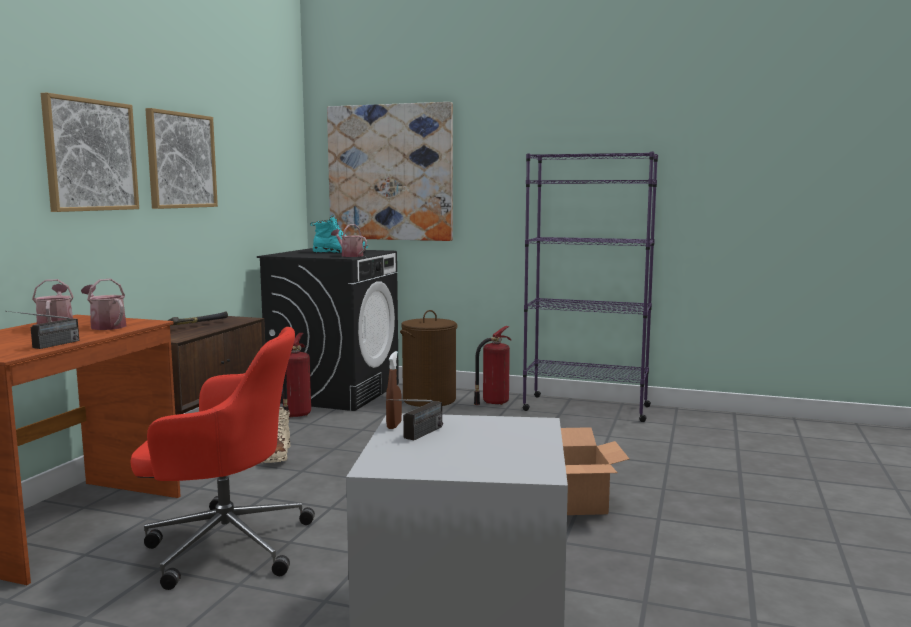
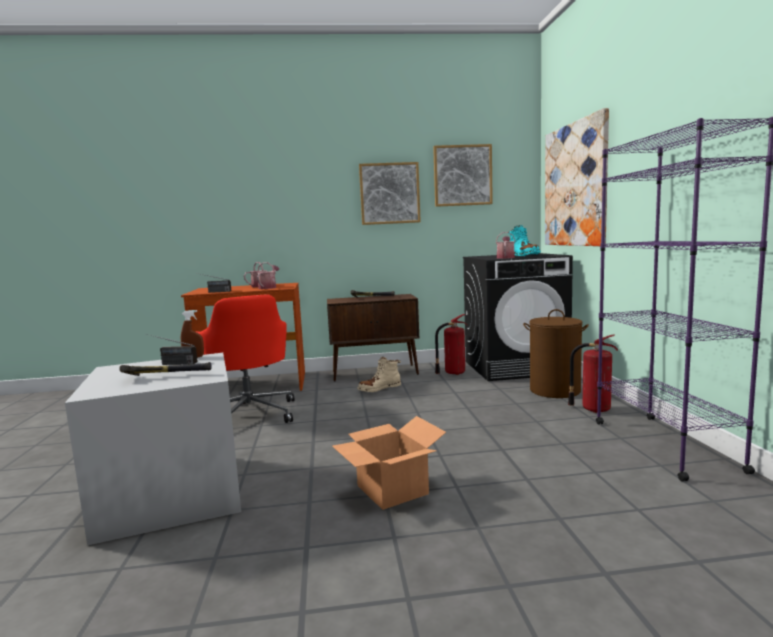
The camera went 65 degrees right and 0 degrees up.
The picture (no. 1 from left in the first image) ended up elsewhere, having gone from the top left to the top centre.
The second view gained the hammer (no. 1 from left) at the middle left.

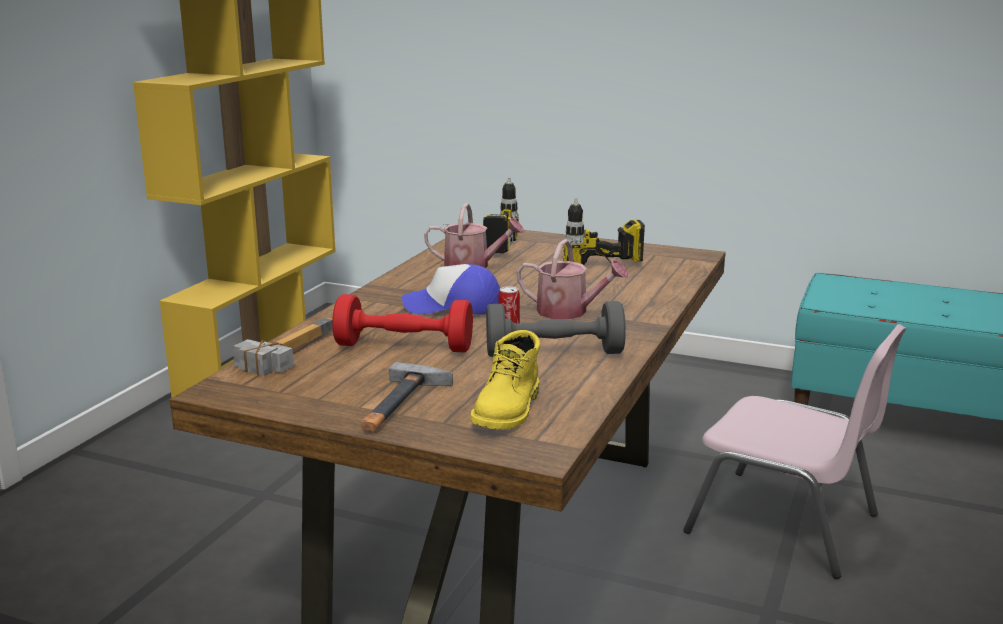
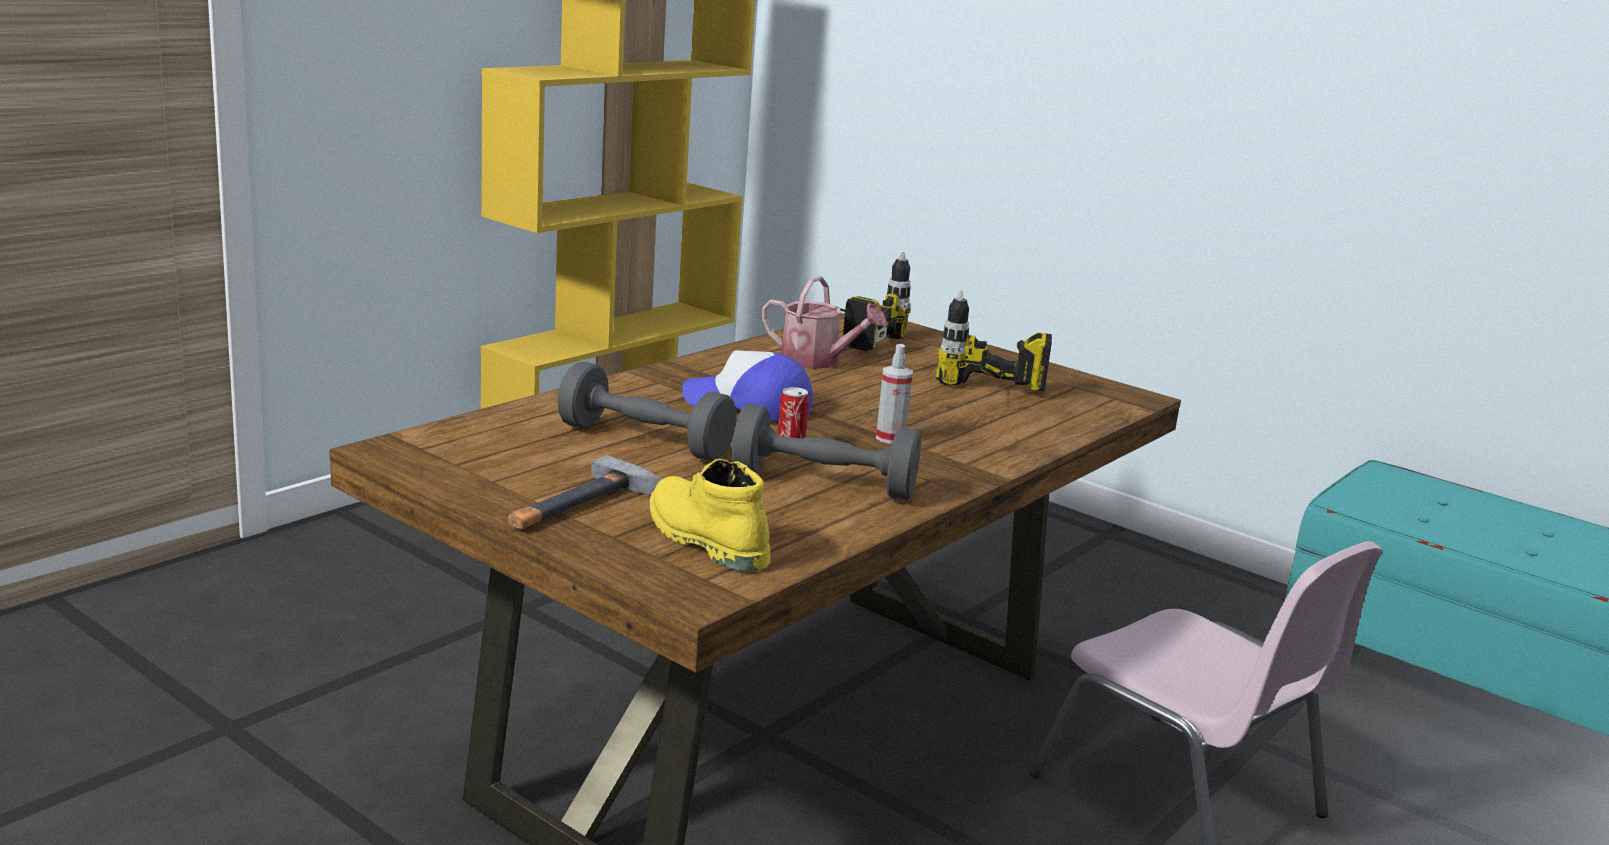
The camera went 15 degrees right and 0 degrees up.
The second view lost the hammer (no. 1 from left) at the middle left.
What was the red dumbbell at the centre turned into the grey dumbbell (no. 1 from left) at the centre.
The yellow boot at the centre ended up facing another way, 105 degrees clockwise from before.
Where the watering can (no. 2 from left) stood at the centre, the spray bottle came to stand at the centre.

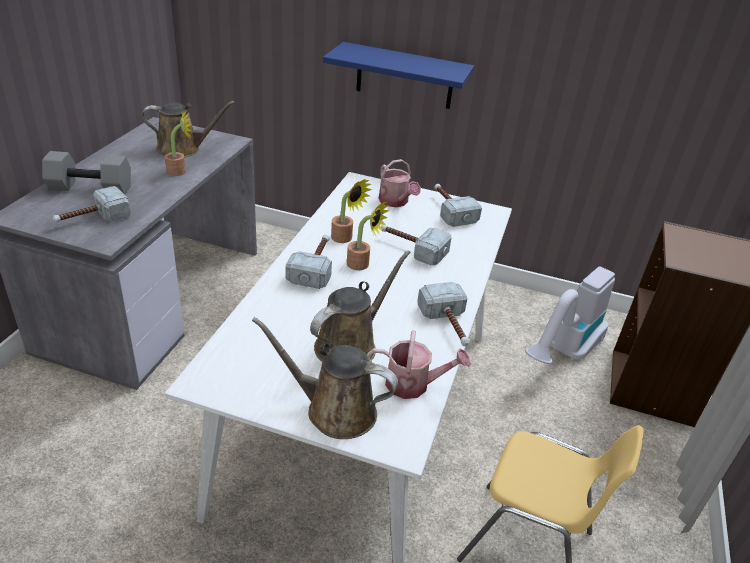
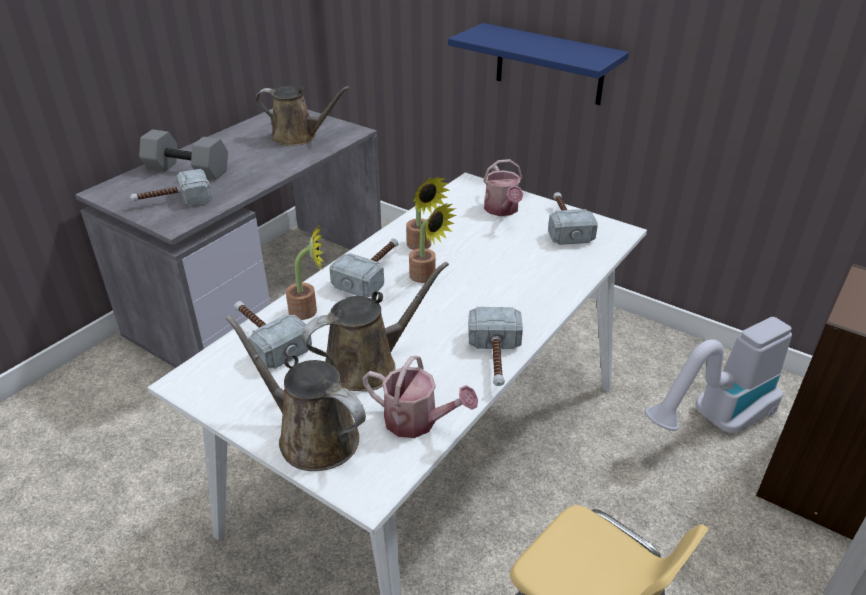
The camera went 20 degrees right and 0 degrees up.
The potted plant (no. 1 from left) ended up elsewhere, having gone from the top left to the centre.
The hammer (no. 3 from left in the first image) ended up elsewhere, having gone from the centre to the middle left.

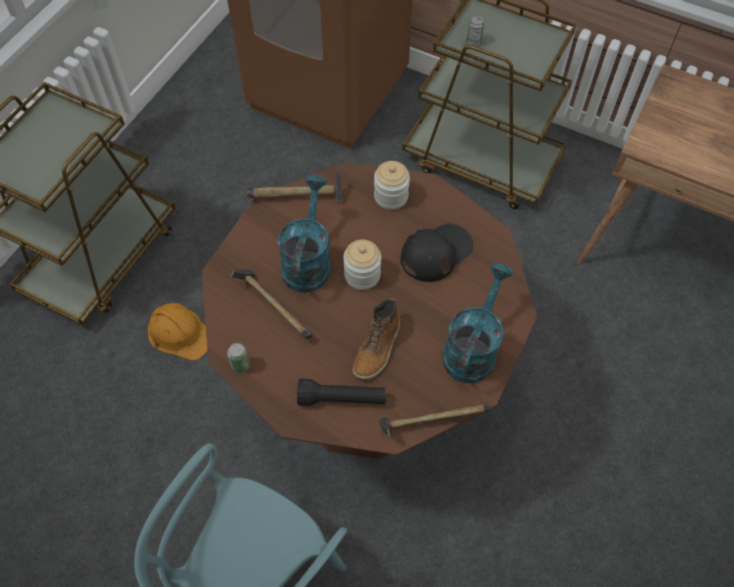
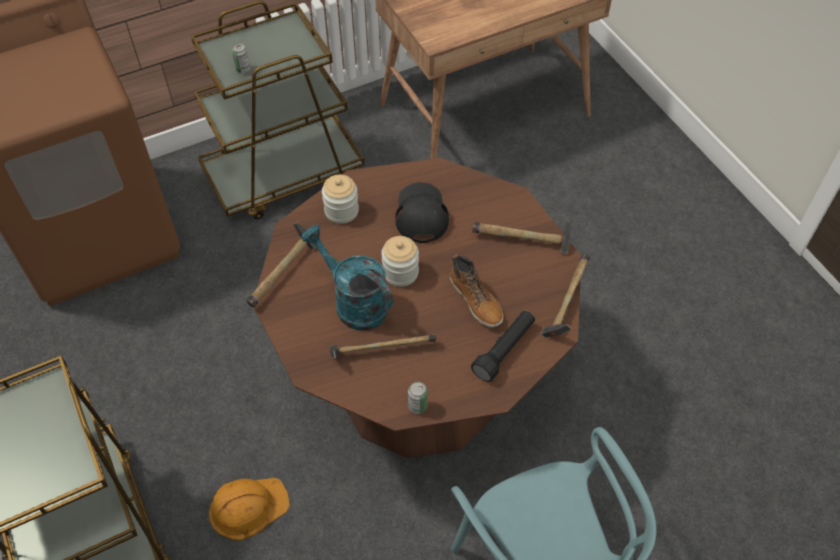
The camera went 55 degrees left and 5 degrees down.
Where the turquoise watering can (no. 2 from left) stood at the centre, the hammer (no. 3 from left) came to stand at the centre.

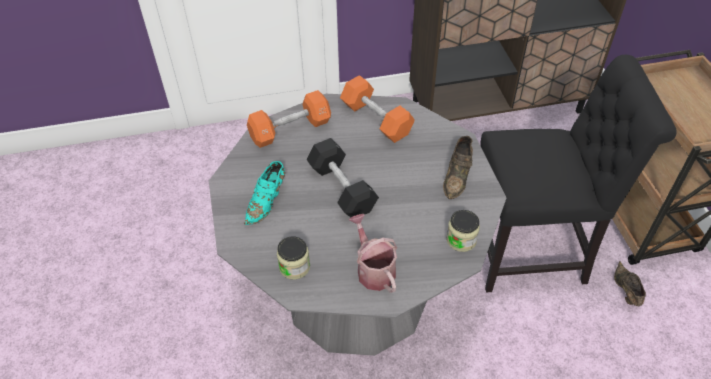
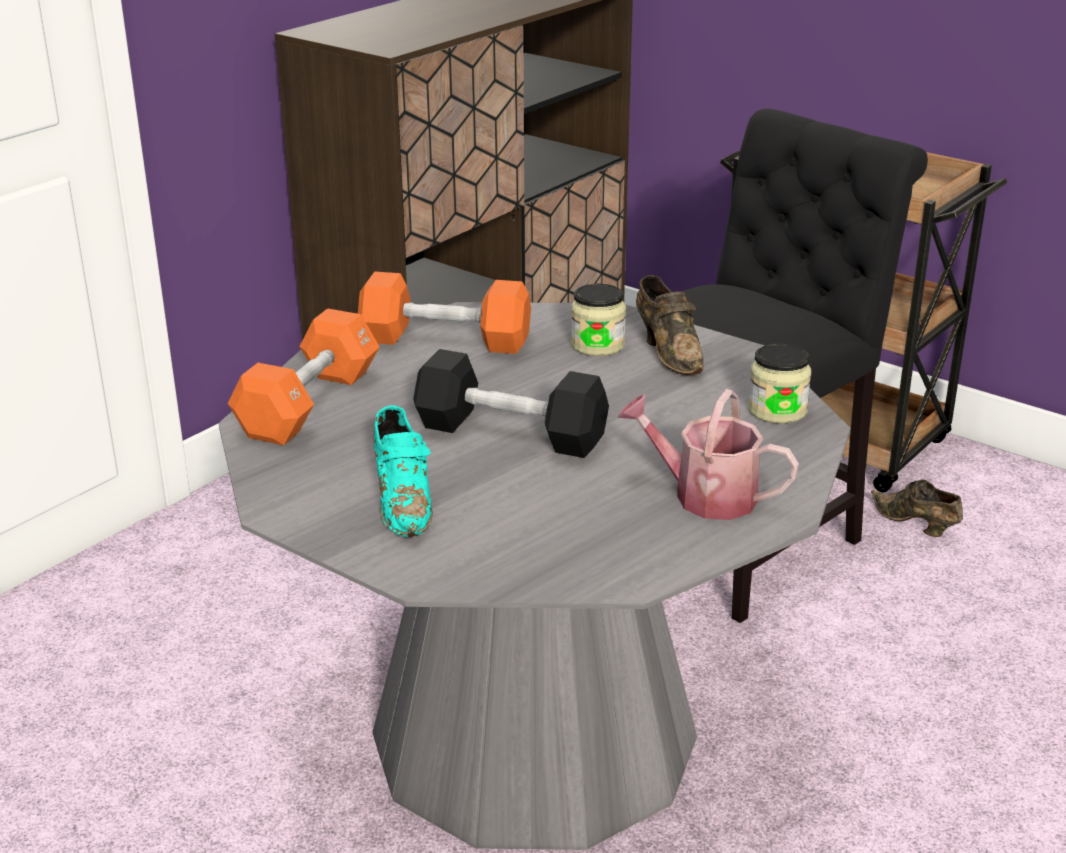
The camera went 40 degrees left and 20 degrees down.
The jar (no. 1 from left) ended up elsewhere, having gone from the bottom centre to the centre.

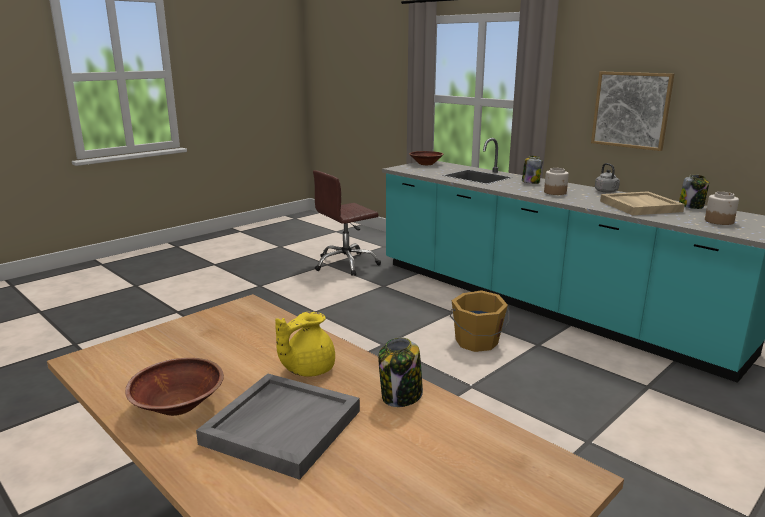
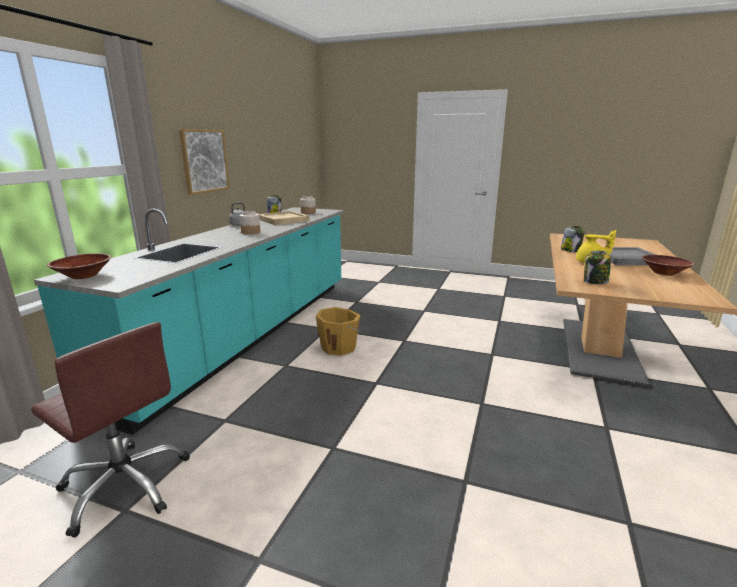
The camera went 115 degrees left and 0 degrees up.
The jar (no. 2 from left in the first image) ended up elsewhere, having gone from the top right to the middle right.

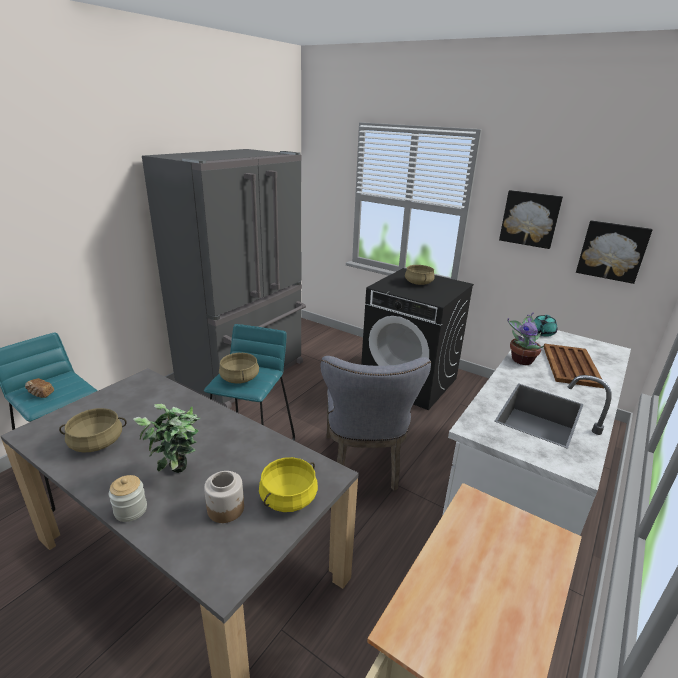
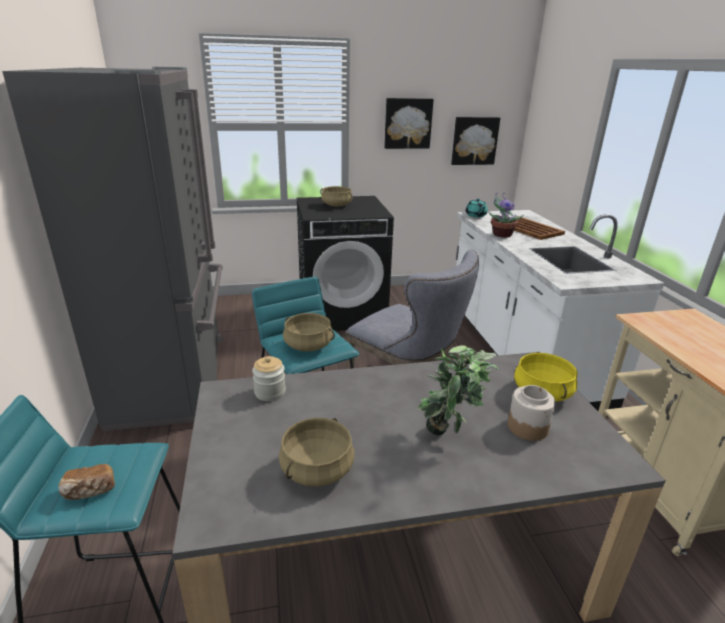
The camera went 45 degrees left and 0 degrees up.
The jar (no. 1 from left) ended up elsewhere, having gone from the bottom left to the centre.

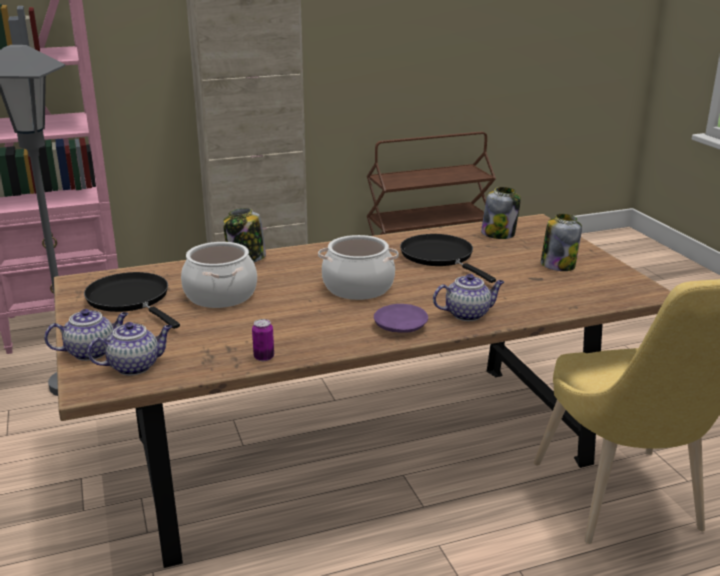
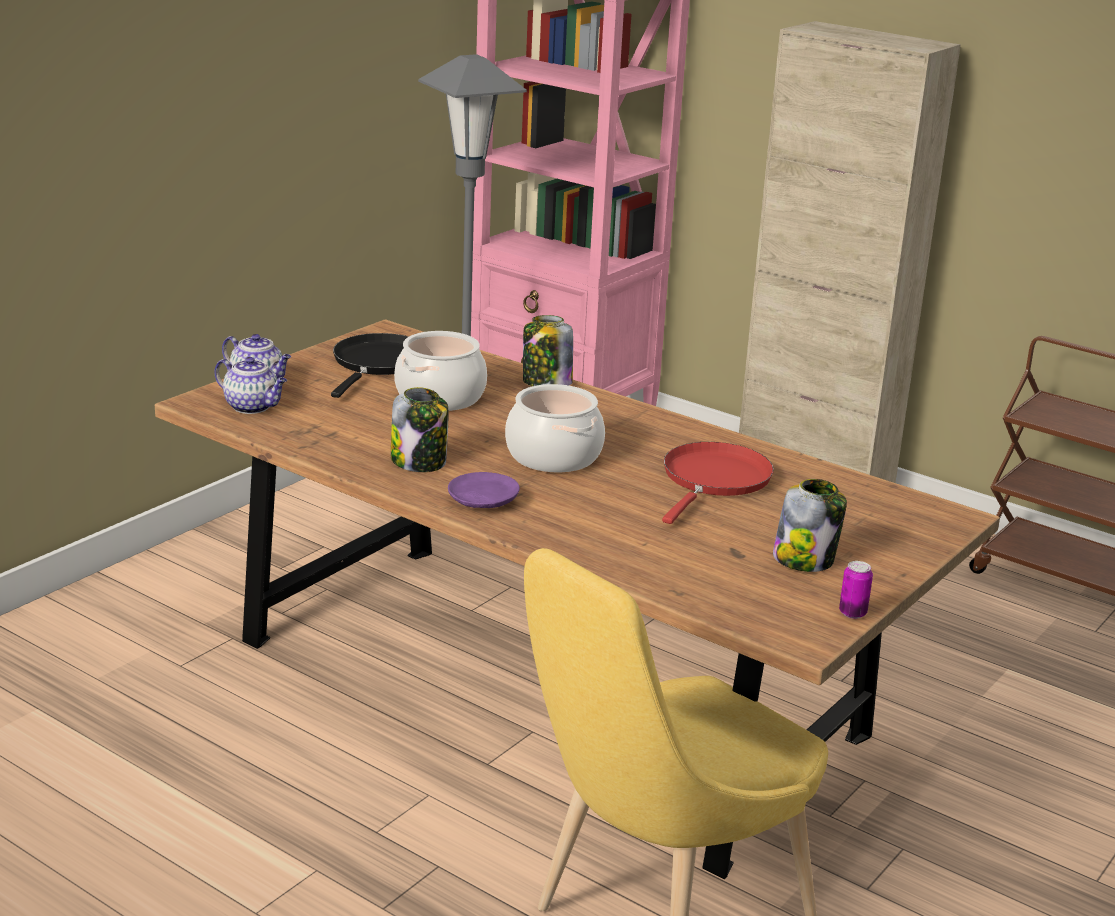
The camera went 55 degrees right and 0 degrees up.
The can ended up elsewhere, having gone from the centre to the middle right.
What was the black frying pan (no. 2 from left) at the centre turned into the red frying pan at the centre.
The second view lost the teapot (no. 3 from left) at the centre.
The jar (no. 2 from left in the first image) ended up elsewhere, having gone from the middle right to the centre.

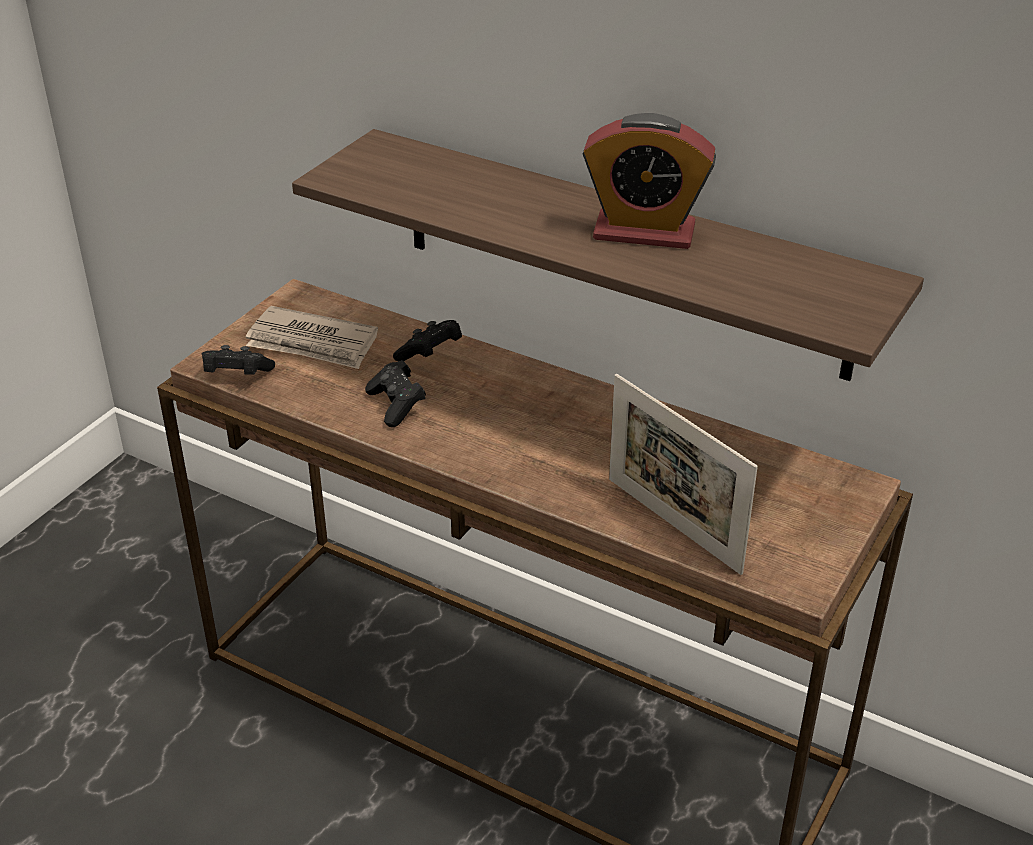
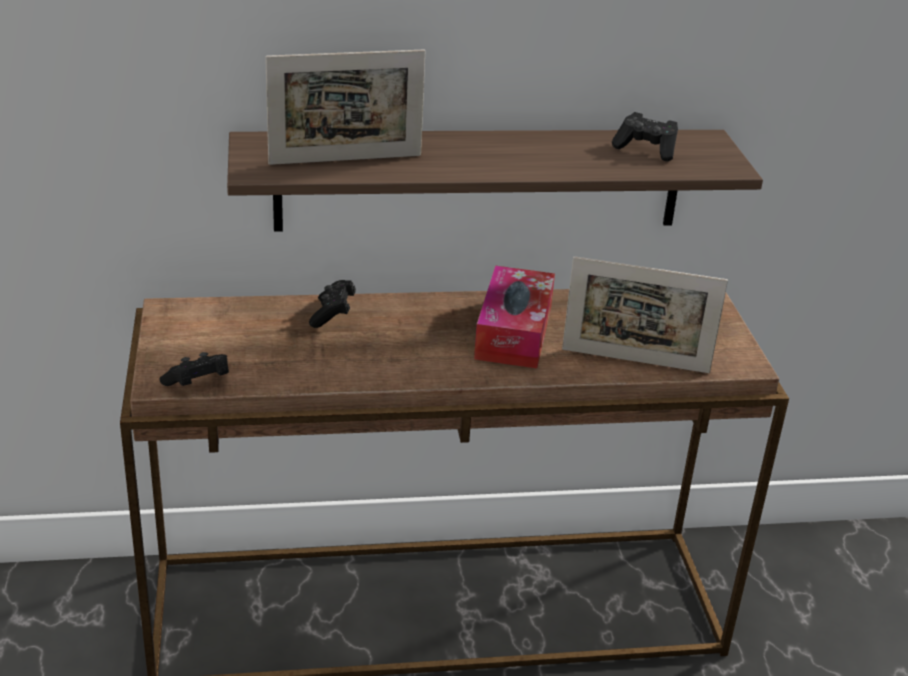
The camera went 40 degrees left and 5 degrees down.
The second view lost the newspaper at the middle left.
The black game controller (no. 2 from left in the first image) ended up elsewhere, having gone from the centre to the top right.
The second view lost the alarm clock at the top centre.
The second view gained the picture frame (no. 1 from left) at the top centre.
The second view gained the tissue box at the centre.

